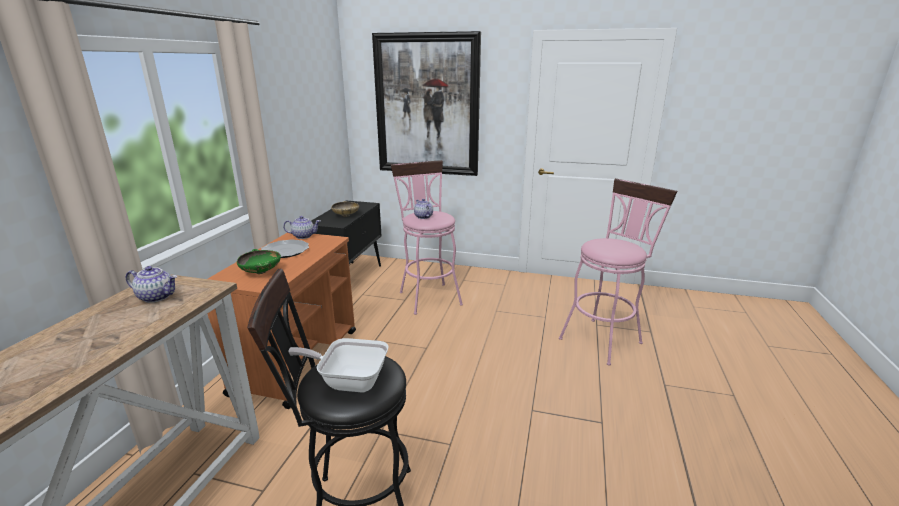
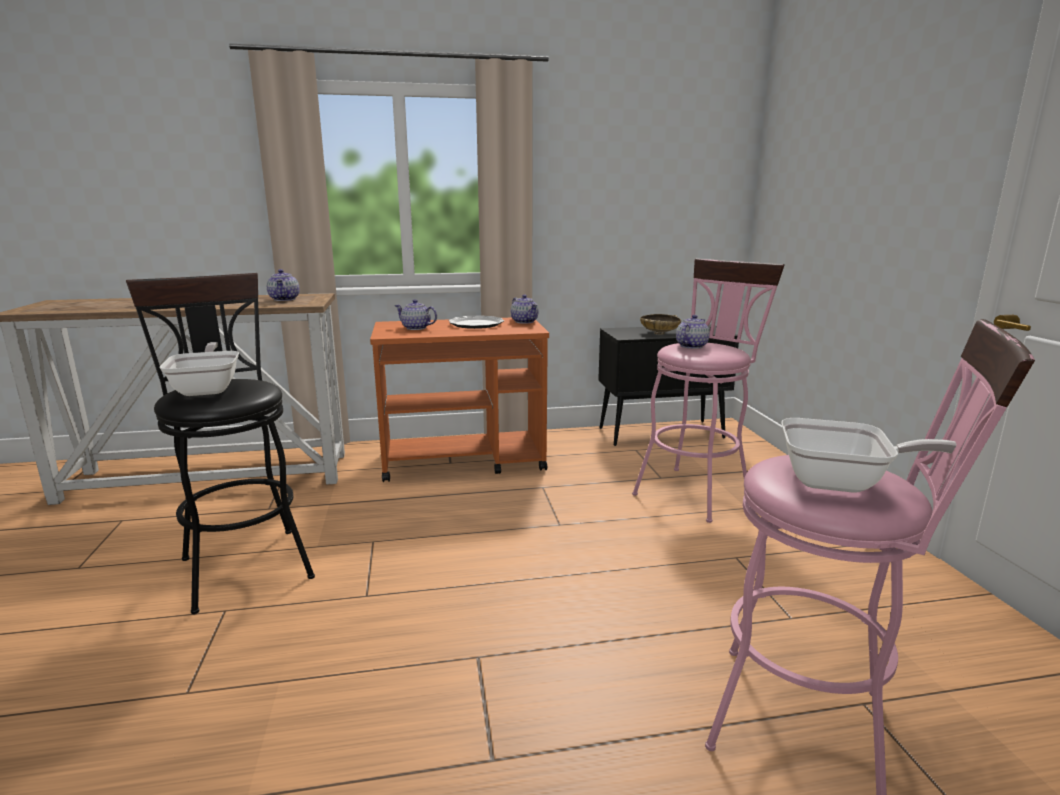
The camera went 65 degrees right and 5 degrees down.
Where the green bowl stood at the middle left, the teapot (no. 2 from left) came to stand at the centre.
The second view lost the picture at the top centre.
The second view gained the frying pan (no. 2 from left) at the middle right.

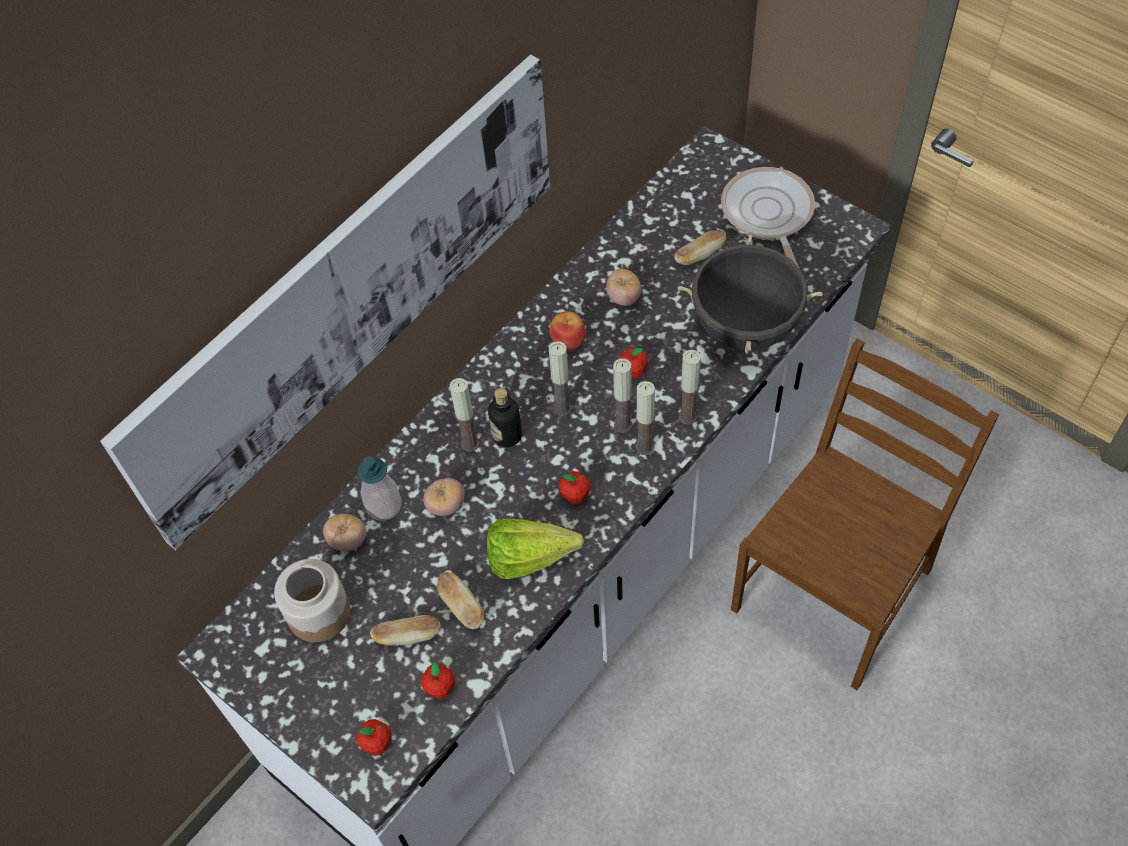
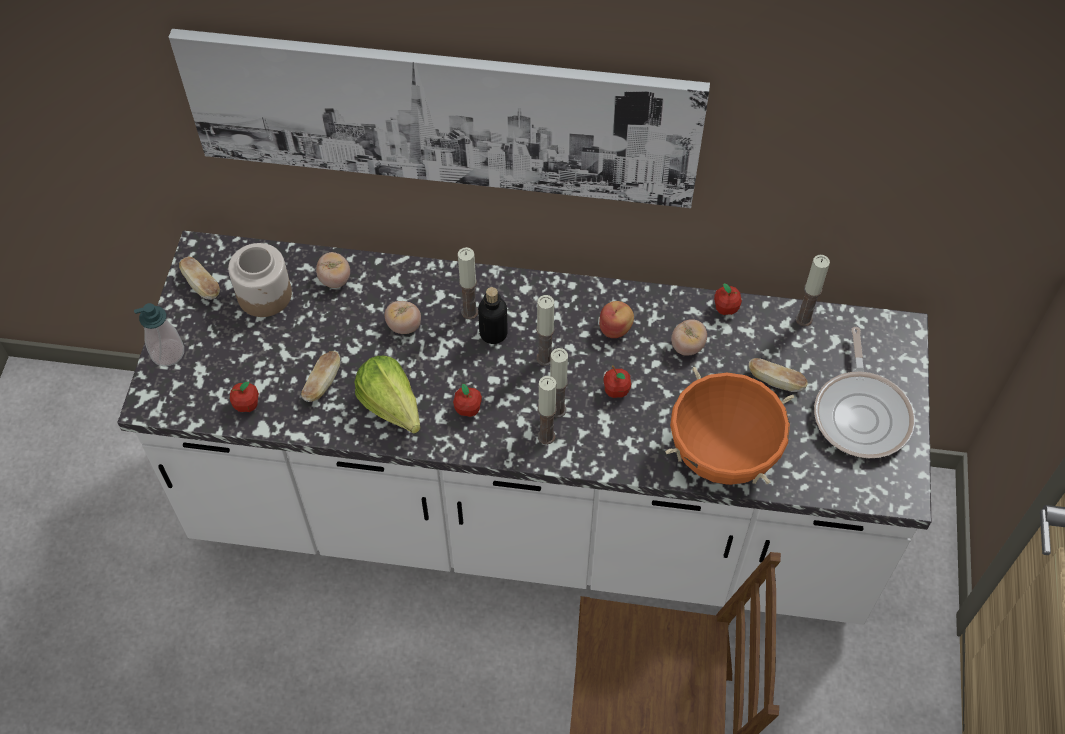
The camera went 55 degrees right and 0 degrees up.
The apple (no. 1 from left in the first image) ended up elsewhere, having gone from the bottom left to the middle right.
The soap dispenser ended up elsewhere, having gone from the centre to the middle left.
The bread (no. 1 from left) ended up elsewhere, having gone from the bottom centre to the middle left.
What was the black cooking pot at the centre turned into the orange cooking pot at the middle right.
The candle (no. 5 from left) ended up elsewhere, having gone from the centre to the middle right.
The frying pan at the top right ended up facing another way, 135 degrees clockwise from before.

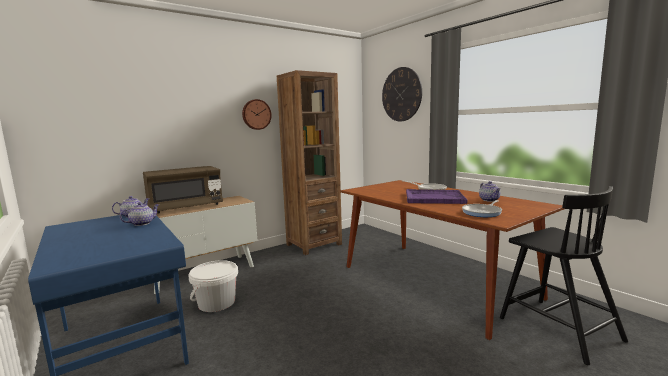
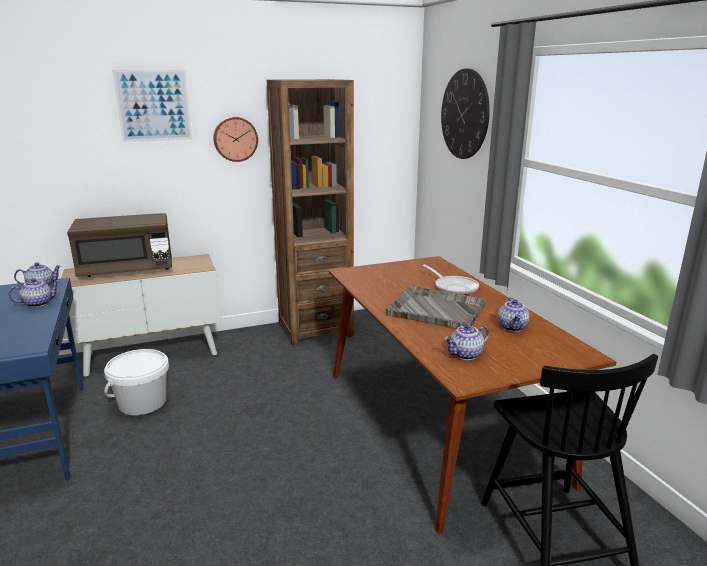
The camera went 15 degrees right and 10 degrees up.
What was the purple tray at the centre turned into the grey tray at the centre.
Where the frying pan (no. 2 from left) stood at the middle right, the teapot (no. 3 from left) came to stand at the centre.
The second view gained the picture at the top left.

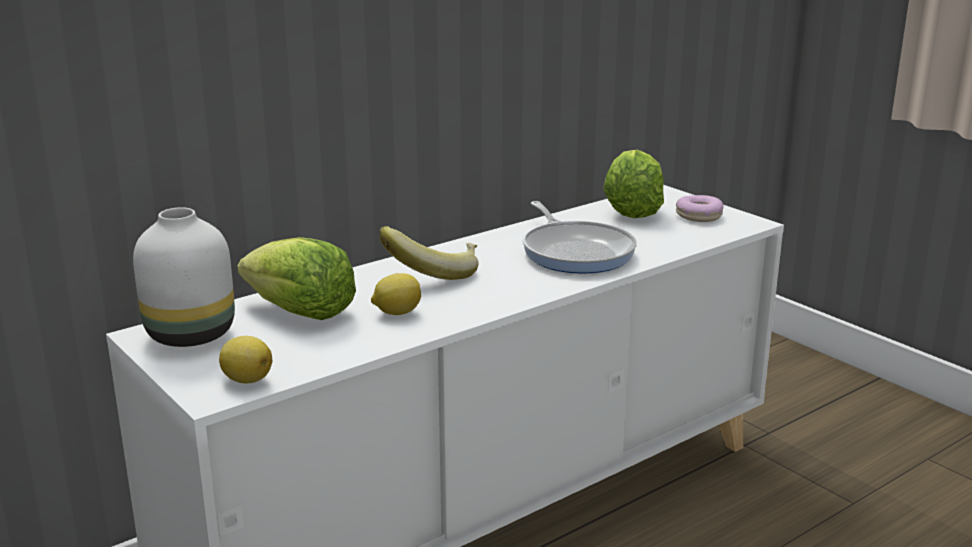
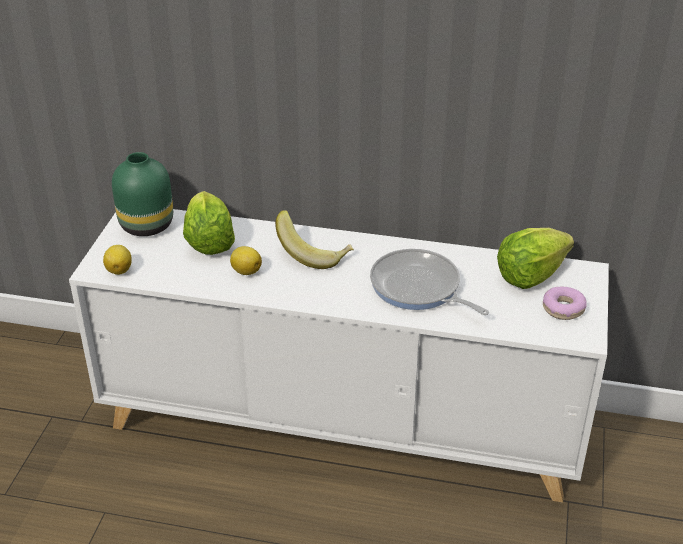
The camera went 50 degrees right and 15 degrees up.
What was the white vase at the middle left turned into the green vase at the middle left.
The frying pan at the centre ended up facing another way, 105 degrees clockwise from before.

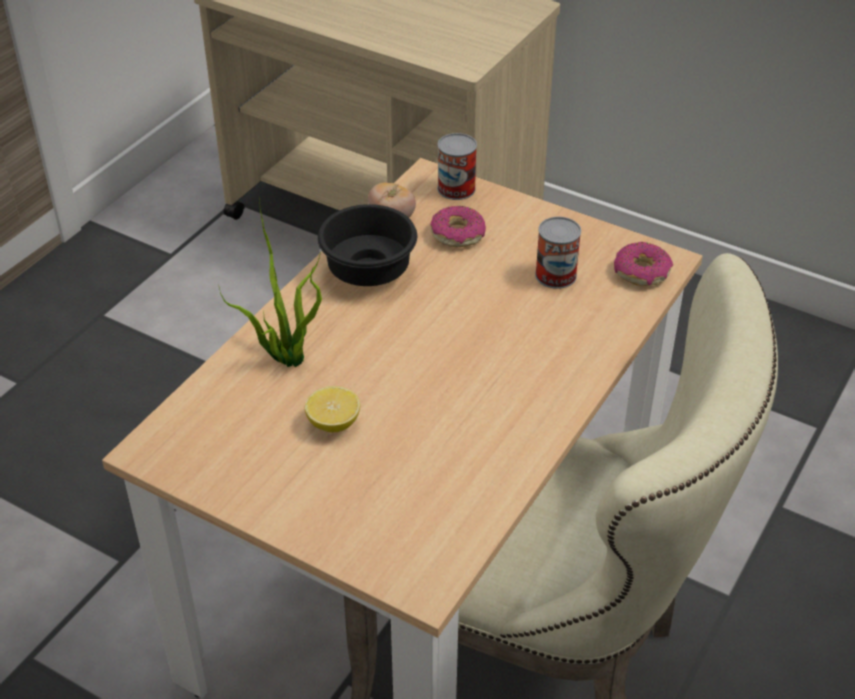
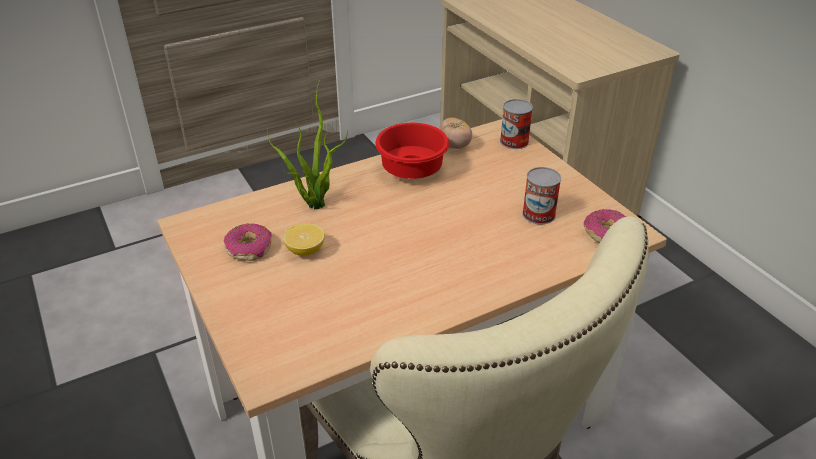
The camera went 30 degrees right and 5 degrees down.
What was the black bowl at the centre turned into the red bowl at the top centre.
The donut (no. 1 from left) ended up elsewhere, having gone from the top centre to the middle left.

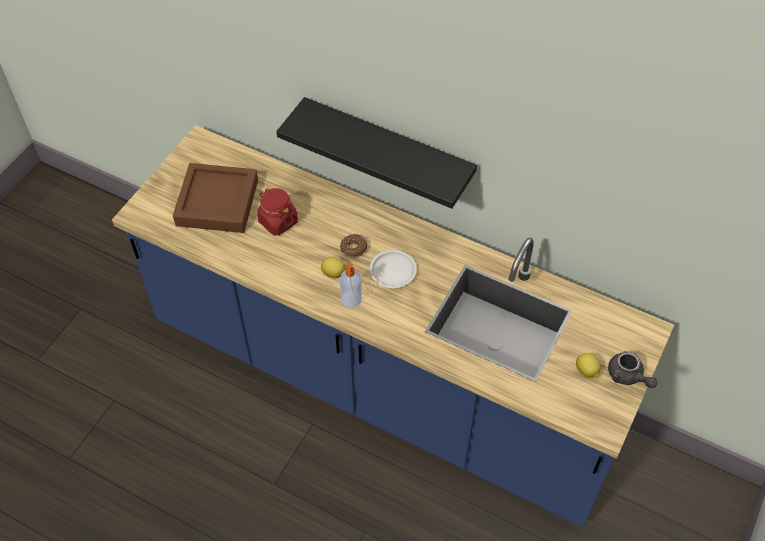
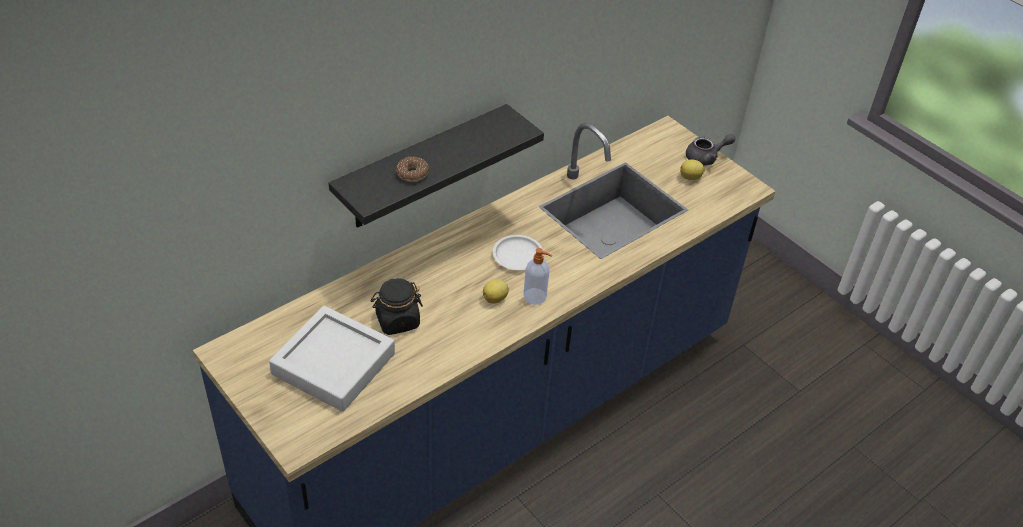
The camera went 70 degrees left and 10 degrees down.
What was the brown tray at the middle left turned into the grey tray at the bottom left.
What was the red jar at the centre turned into the black jar at the centre.
The donut ended up elsewhere, having gone from the centre to the top centre.

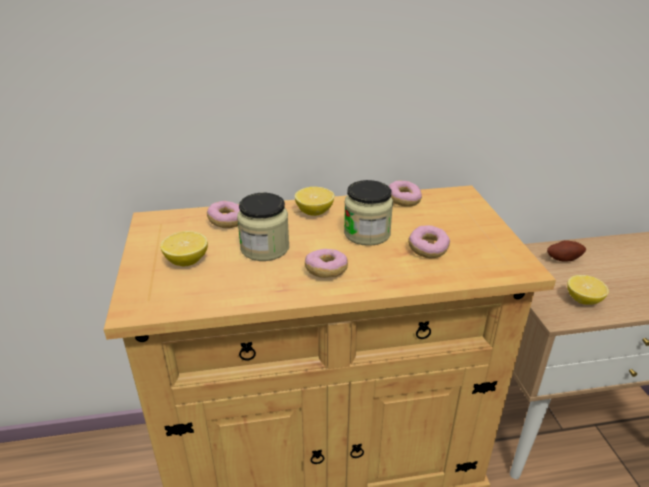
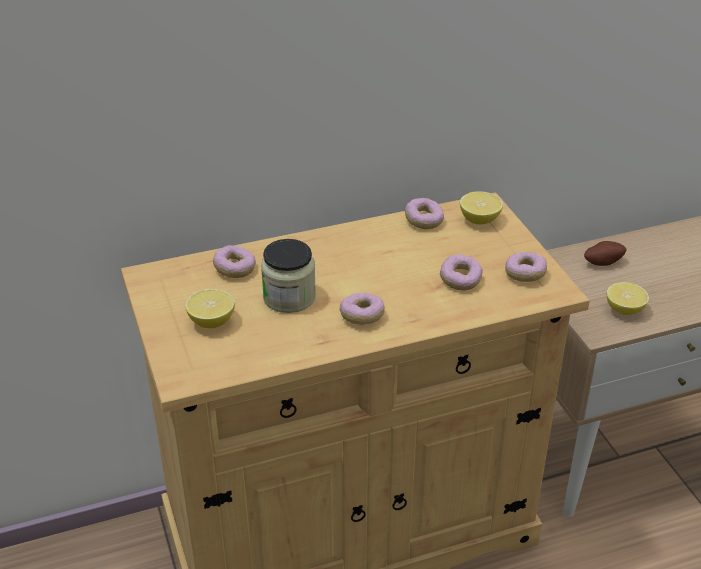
The camera went 10 degrees left and 5 degrees up.
The lemon (no. 2 from left) ended up elsewhere, having gone from the centre to the middle right.
The second view lost the jar (no. 2 from left) at the centre.
The second view gained the donut (no. 5 from left) at the middle right.

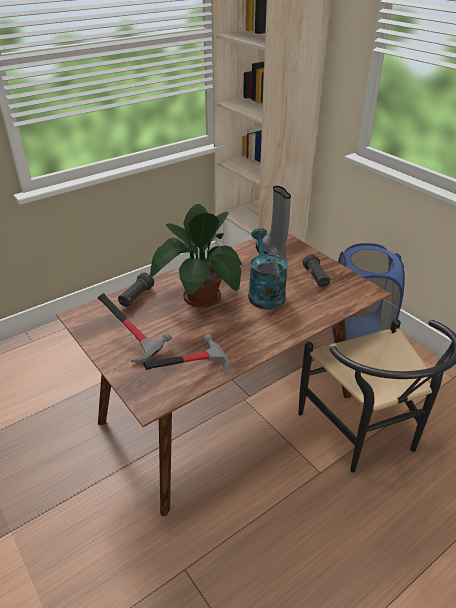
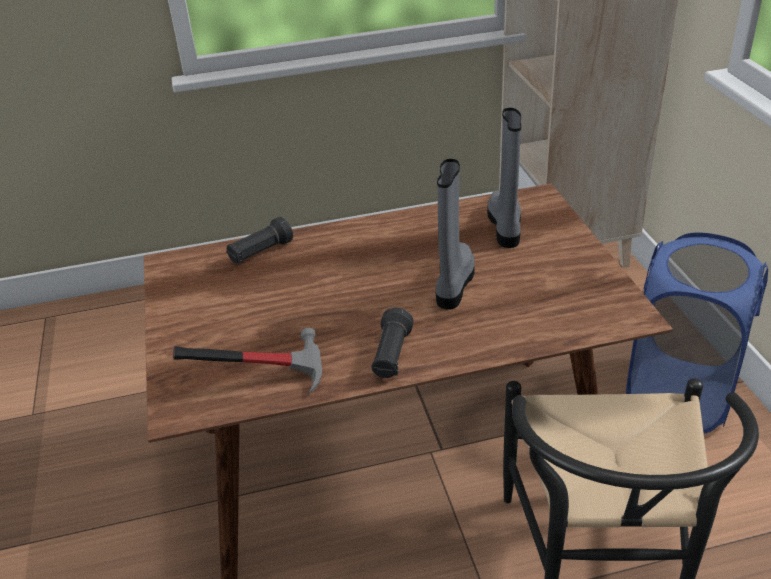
The camera went 25 degrees right and 0 degrees up.
The second view lost the hammer (no. 1 from left) at the middle left.
The second view lost the potted plant at the centre.
Where the turquoise watering can stood at the centre, the grey boot (no. 1 from left) came to stand at the centre.
The black flashlight (no. 2 from left) ended up elsewhere, having gone from the middle right to the centre.

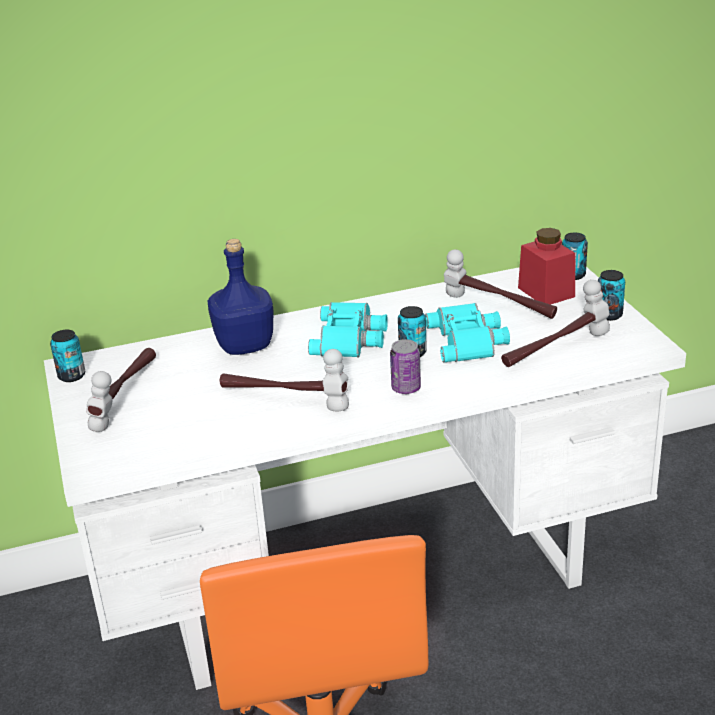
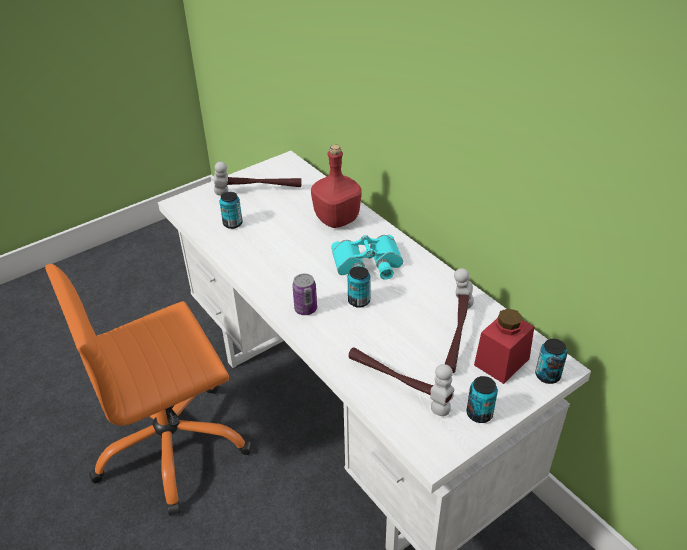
The camera went 70 degrees right and 10 degrees up.
The can (no. 1 from left) ended up elsewhere, having gone from the middle left to the centre.
What was the blue bottle at the centre turned into the red bottle at the centre.
The second view lost the hammer (no. 2 from left) at the centre.
The second view lost the turquoise binoculars (no. 2 from left) at the centre.

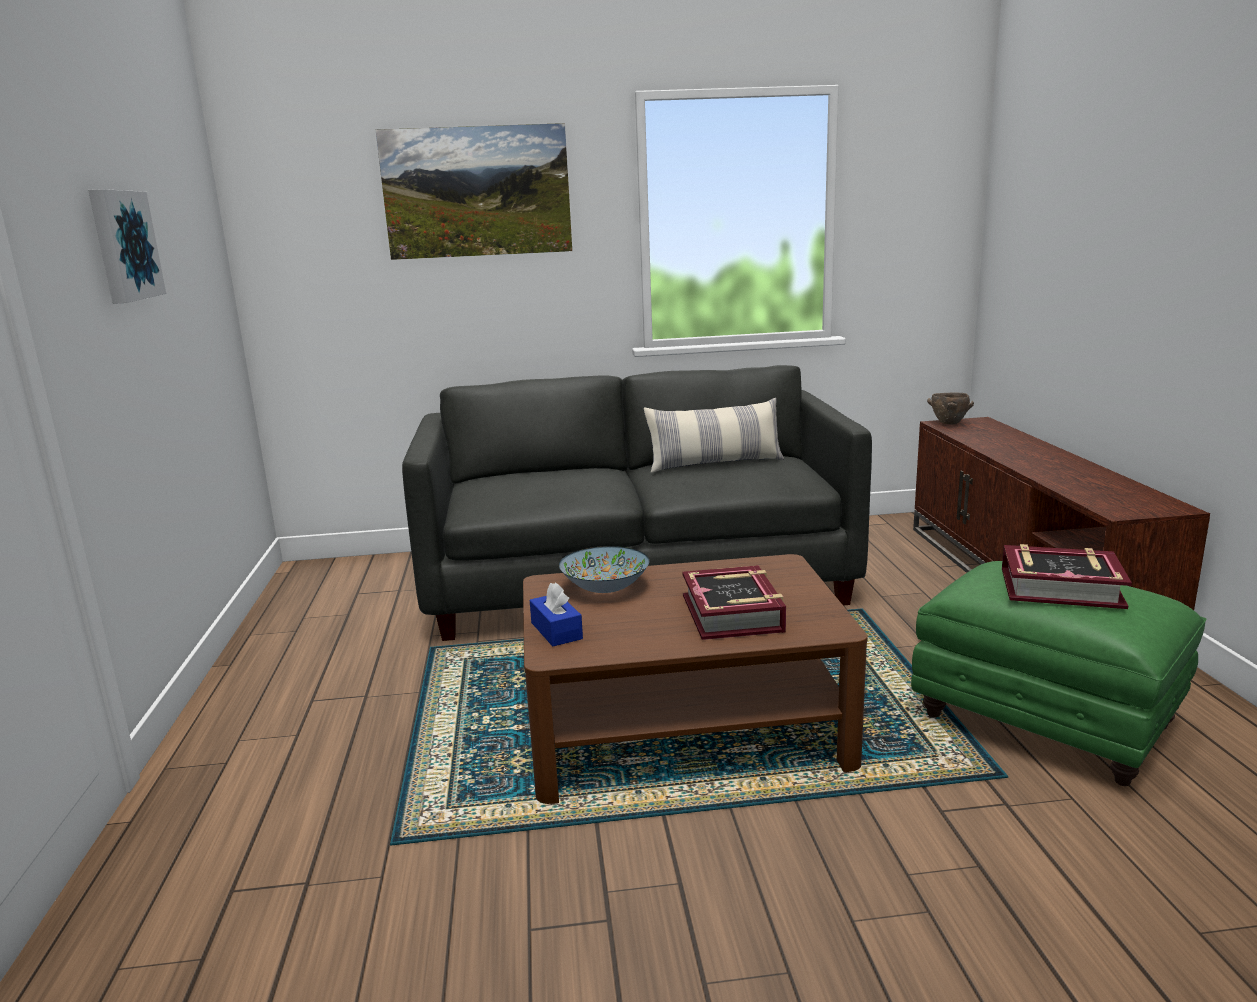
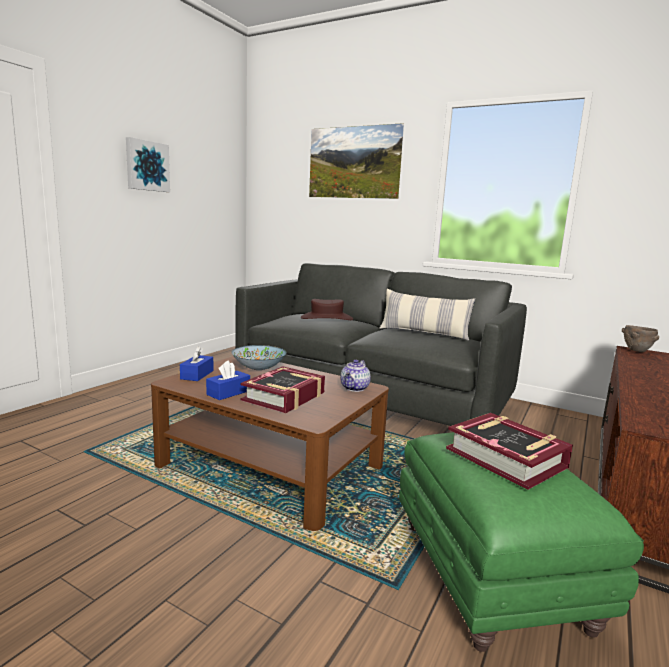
The camera went 35 degrees right and 5 degrees down.
The second view gained the blue tissue box (no. 2 from left) at the centre.
The second view gained the brown hat at the centre.
The second view gained the teapot at the centre.

